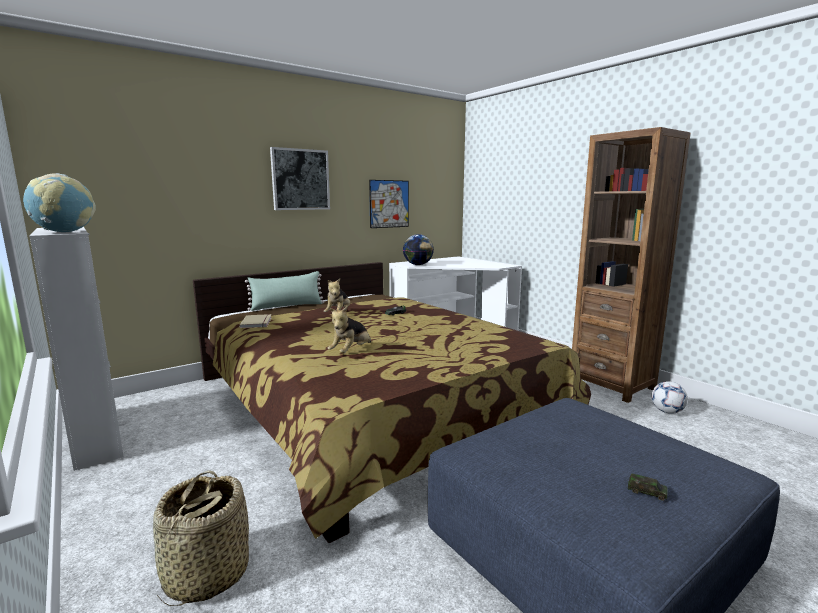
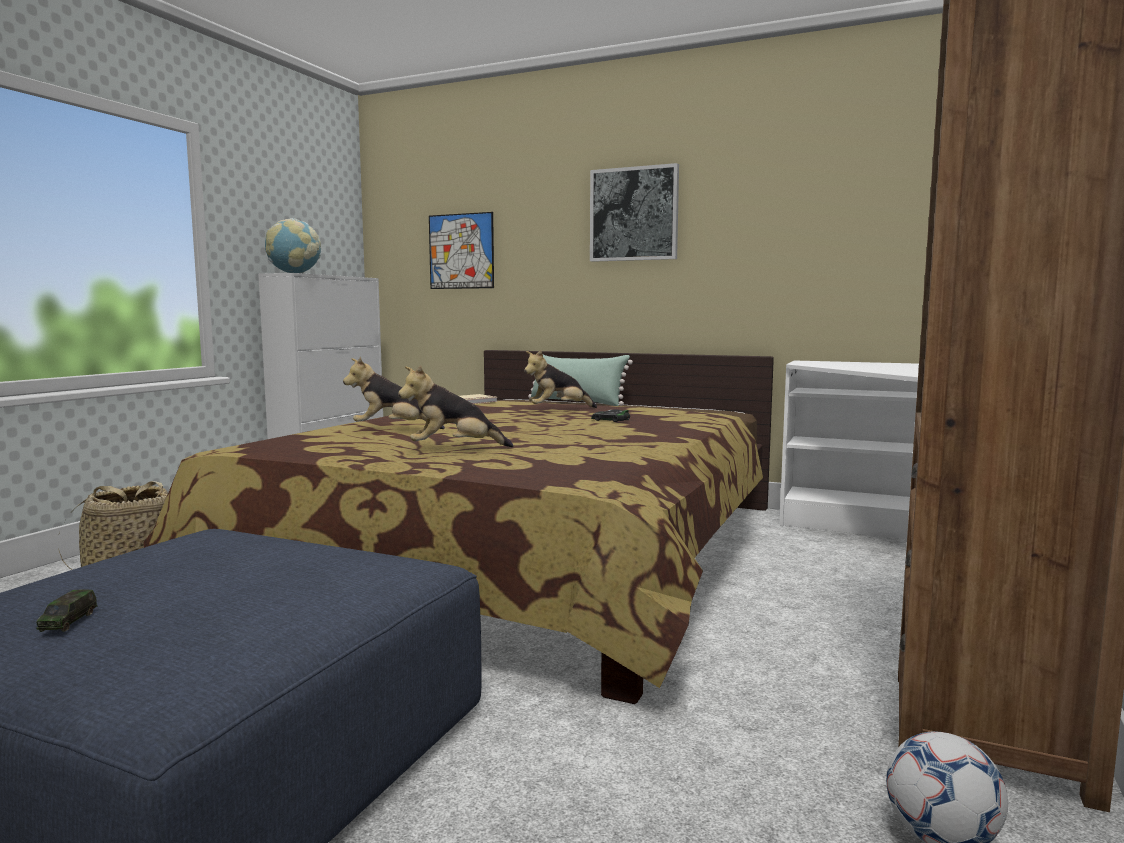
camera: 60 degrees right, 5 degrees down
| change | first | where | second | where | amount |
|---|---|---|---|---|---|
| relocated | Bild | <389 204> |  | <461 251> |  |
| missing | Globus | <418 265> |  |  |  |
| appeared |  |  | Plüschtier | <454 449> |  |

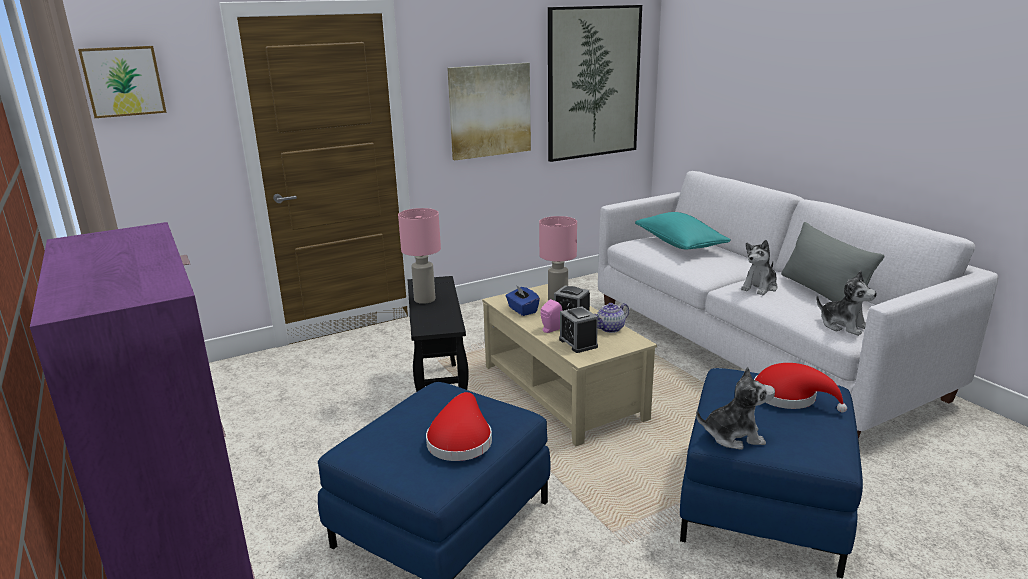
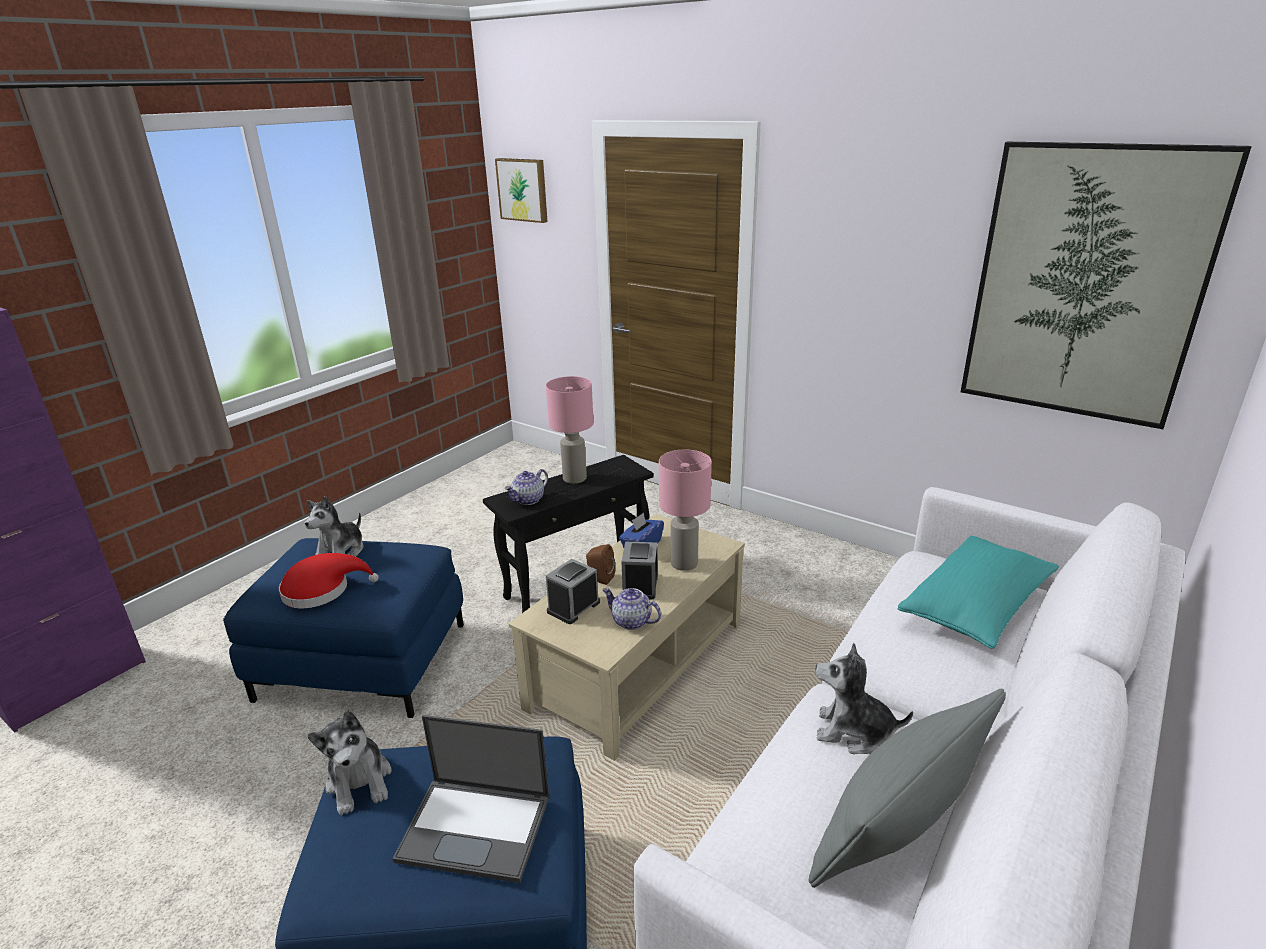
camera: 65 degrees right, 5 degrees up
| change | first | where | second | where | amount |
|---|---|---|---|---|---|
| missing | Bild | <489 110> |  |  |  |
| colour | Lautsprecher (rosa) | <550 329> | Lautsprecher (braun) | <599 578> |  |
| exchanged | Hut (rot) | <789 397> | Laptop | <477 827> |  |
| relocated | Plüschtier | <843 325> |  | <341 552> |  |
| appeared |  |  | Teekanne | <528 500> |  |

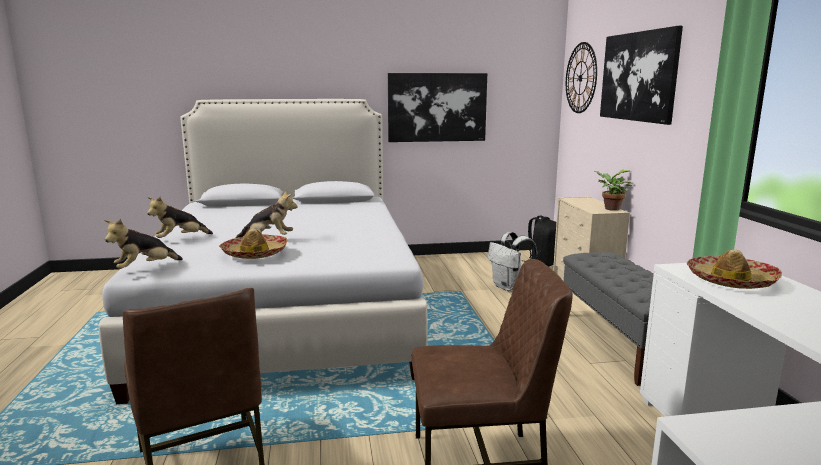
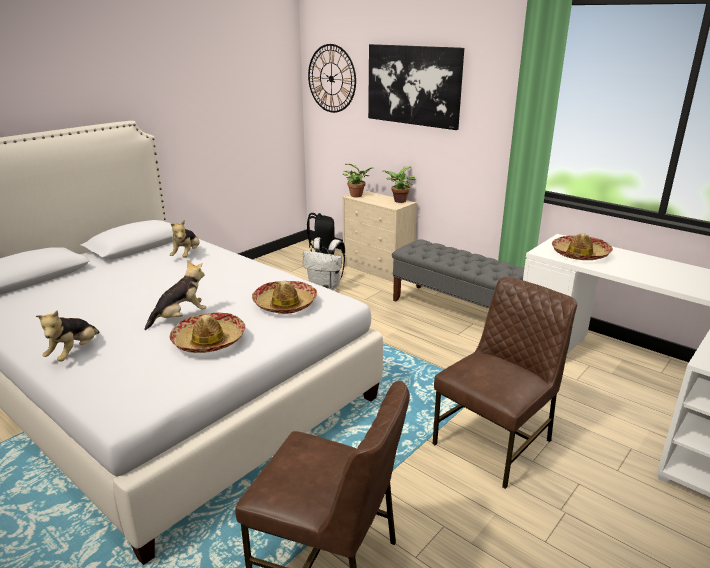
camera: 40 degrees left, 10 degrees up
| change | first | where | second | where | amount |
|---|---|---|---|---|---|
| relocated | Plüschtier | <145 268> |  | <187 255> |  |
| missing | Bild | <437 107> |  |  |  |
| appeared |  |  | Hut | <285 304> |  |
| appeared |  |  | Topfpflanze | <358 195> |  |

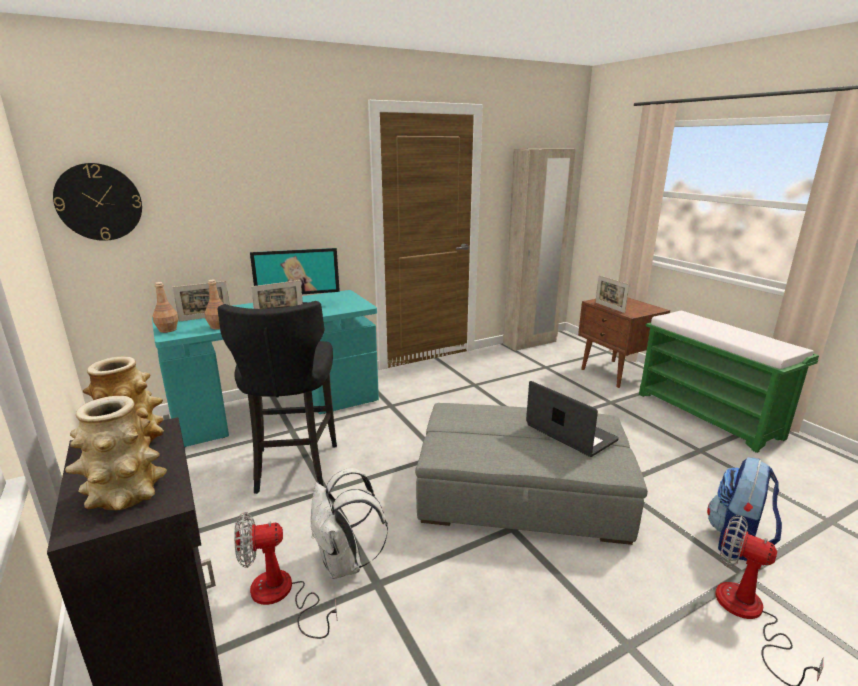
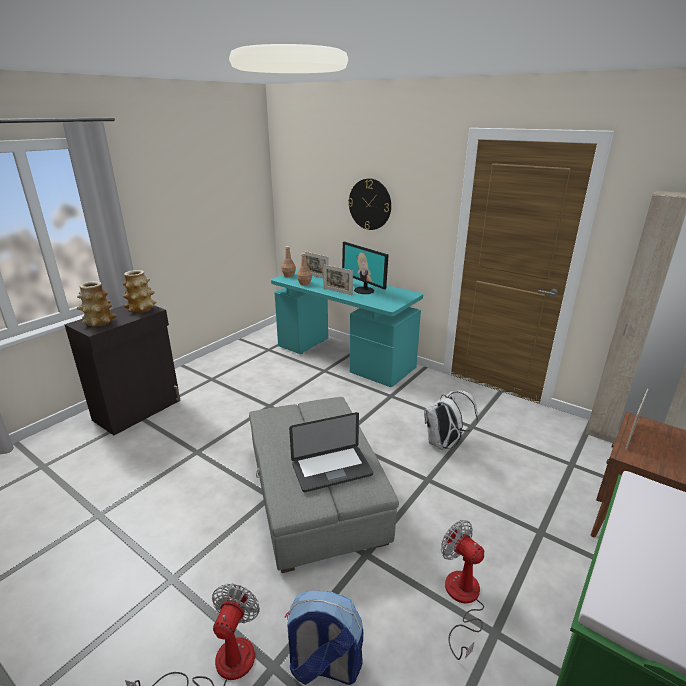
camera: 65 degrees right, 5 degrees up
| change | first | where | second | where | amount |
|---|---|---|---|---|---|
| relocated | Wanduhr | <99 202> |  | <370 204> |  |
| missing | Hocker (schwarz) | <294 466> |  |  |  |
| relocated | Ventilator | <281 596> |  | <462 599> |  |
| relocated | Rucksack (weiß) | <345 563> |  | <444 444> |  |
| spun | Laptop | <570 433> |  | <331 469> | 45 degrees clockwise |

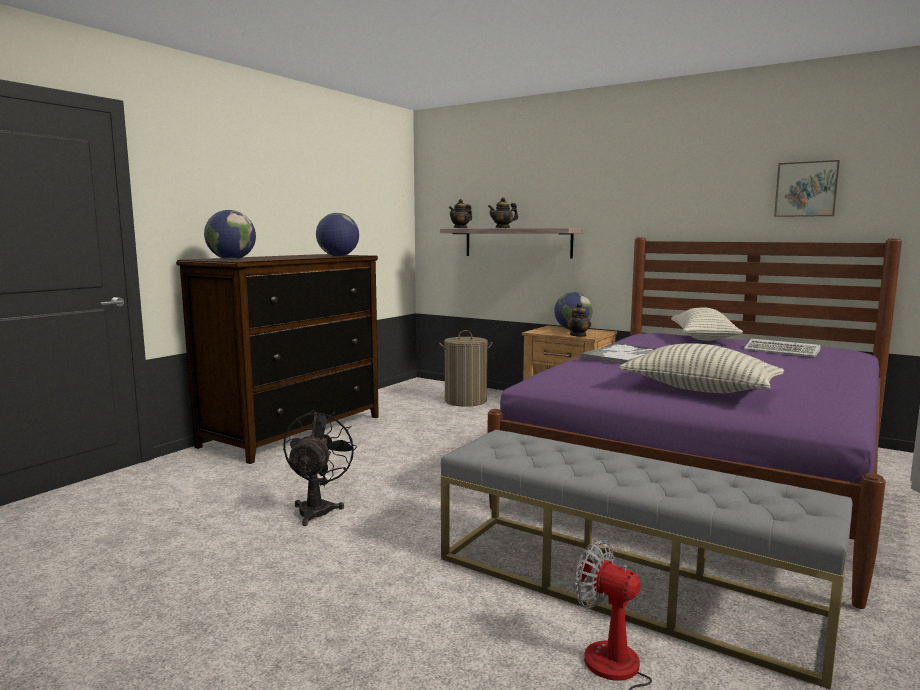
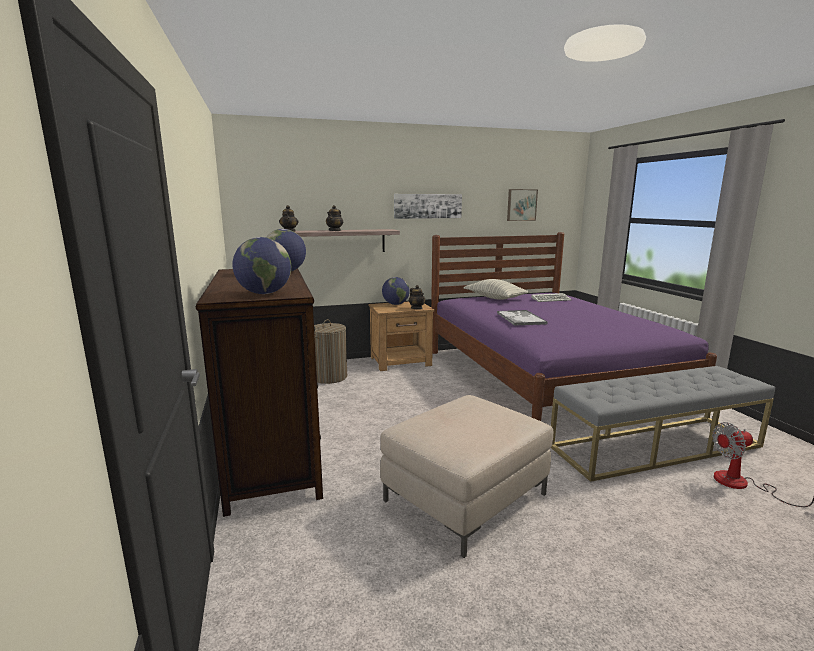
camera: 50 degrees left, 5 degrees up
| change | first | where | second | where | amount |
|---|---|---|---|---|---|
| exchanged | Ventilator (schwarz) | <318 508> | Polsterhocker (beige) | <465 497> |  |
| missing | Kissen | <699 389> |  |  |  |
| appeared |  |  | Bild | <427 206> |  |

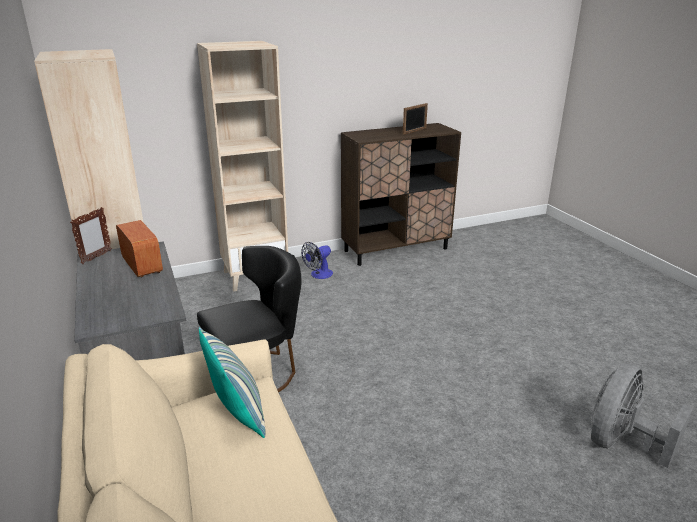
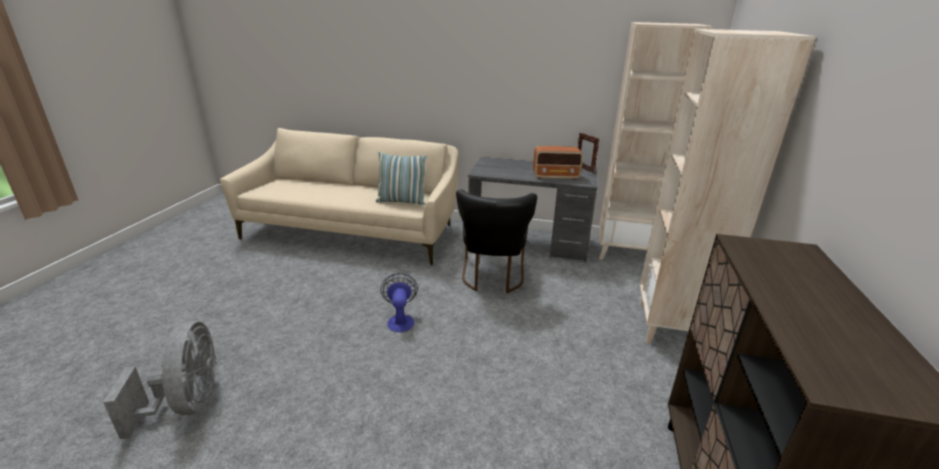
camera: 125 degrees right, 0 degrees up
| change | first | where | second | where | amount |
|---|---|---|---|---|---|
| relocated | Ventilator | <318 275> |  | <400 320> |  |
| missing | Bilderrahmen | <414 131> |  |  |  |

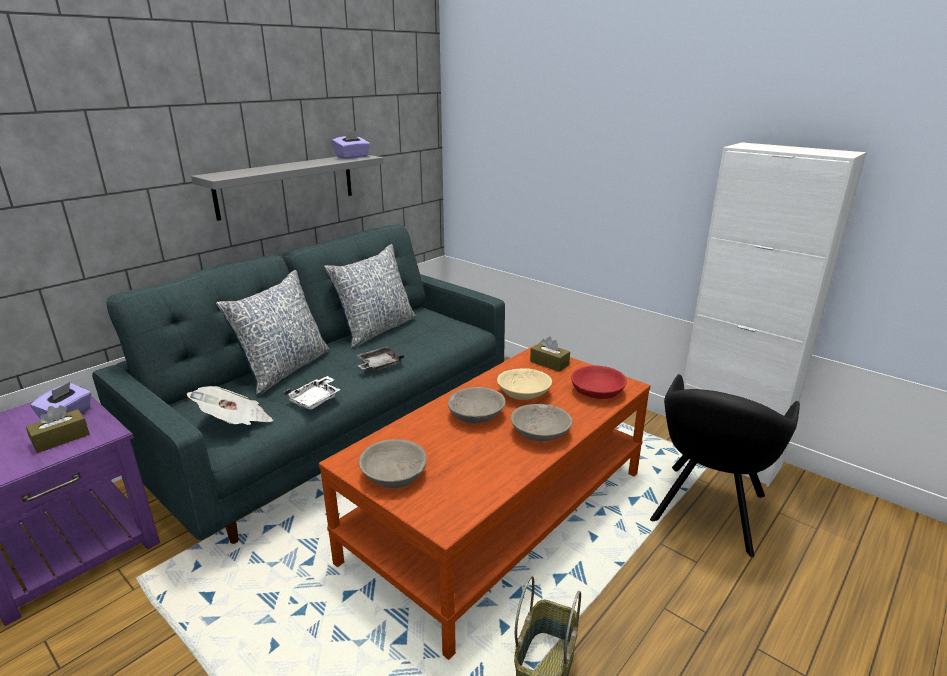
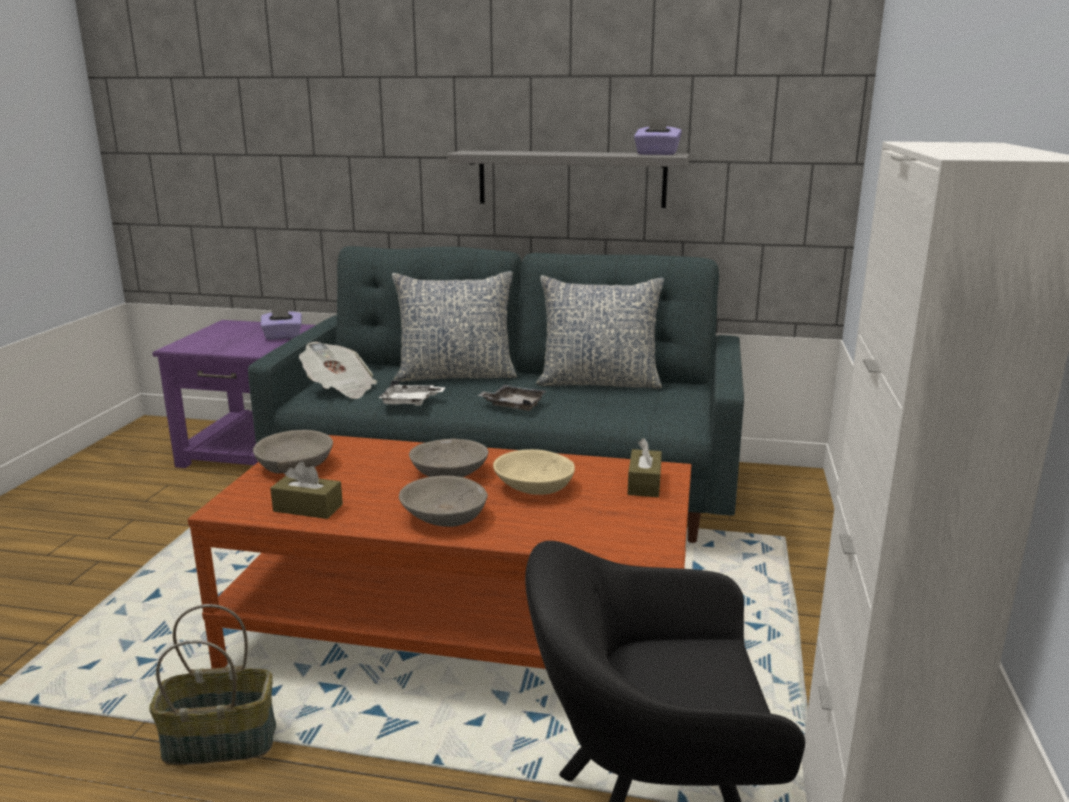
camera: 60 degrees right, 5 degrees down
| change | first | where | second | where | amount |
|---|---|---|---|---|---|
| relocated | Taschentuchbox (braun) | <61 438> |  | <308 508> |  |
| missing | Schüssel (rot) | <597 392> |  |  |  |

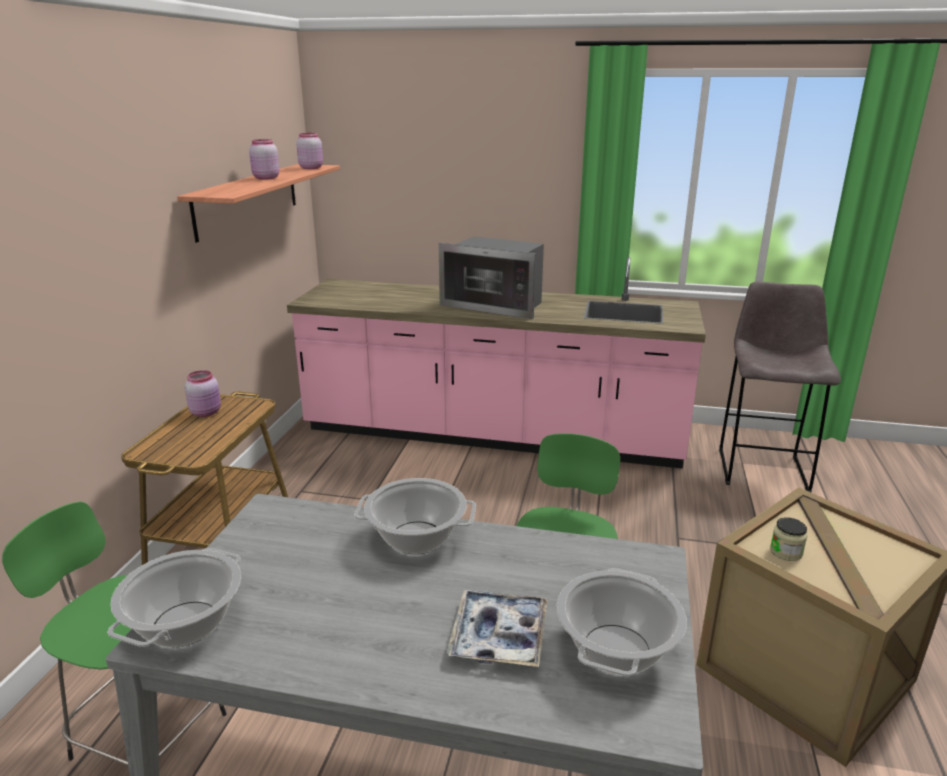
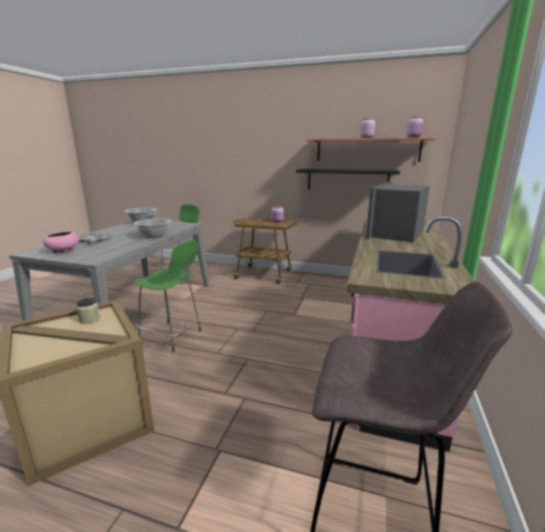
camera: 95 degrees right, 5 degrees down
| change | first | where | second | where | amount |
|---|---|---|---|---|---|
| exchanged | Kochtopf | <617 650> | Schüssel (rosa) | <63 251> |  |
| appeared |  |  | Wandregal (schwarz) | <347 180> |  |

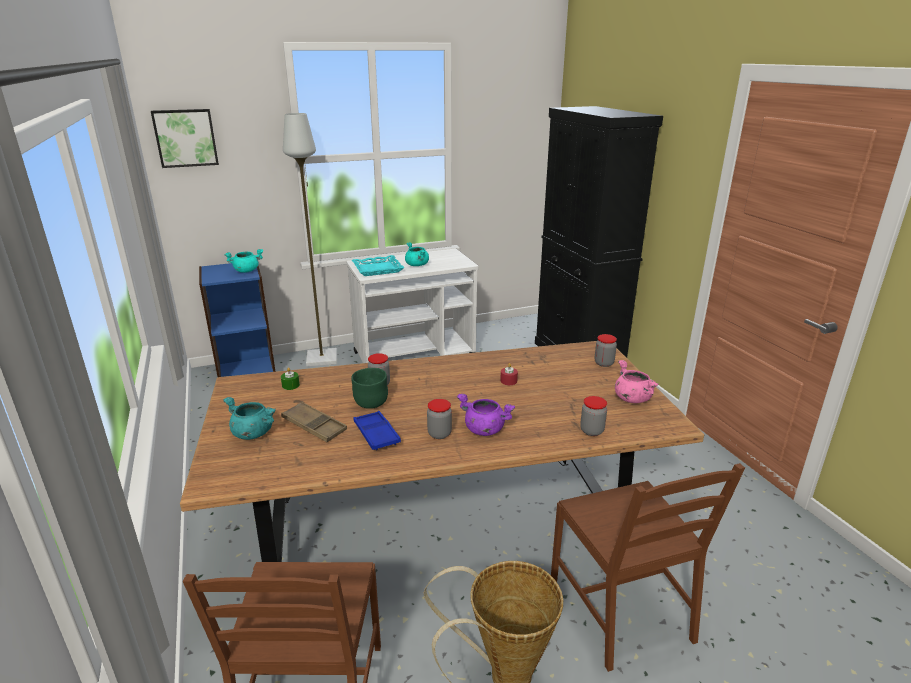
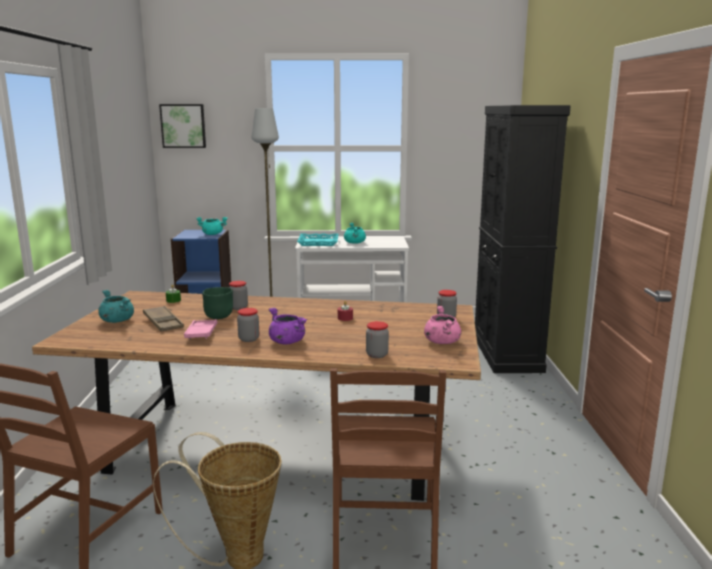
camera: 20 degrees right, 10 degrees down
| change | first | where | second | where | amount |
|---|---|---|---|---|---|
| colour | Tablett (blau) | <376 434> | Tablett (rosa) | <201 333> |  |

